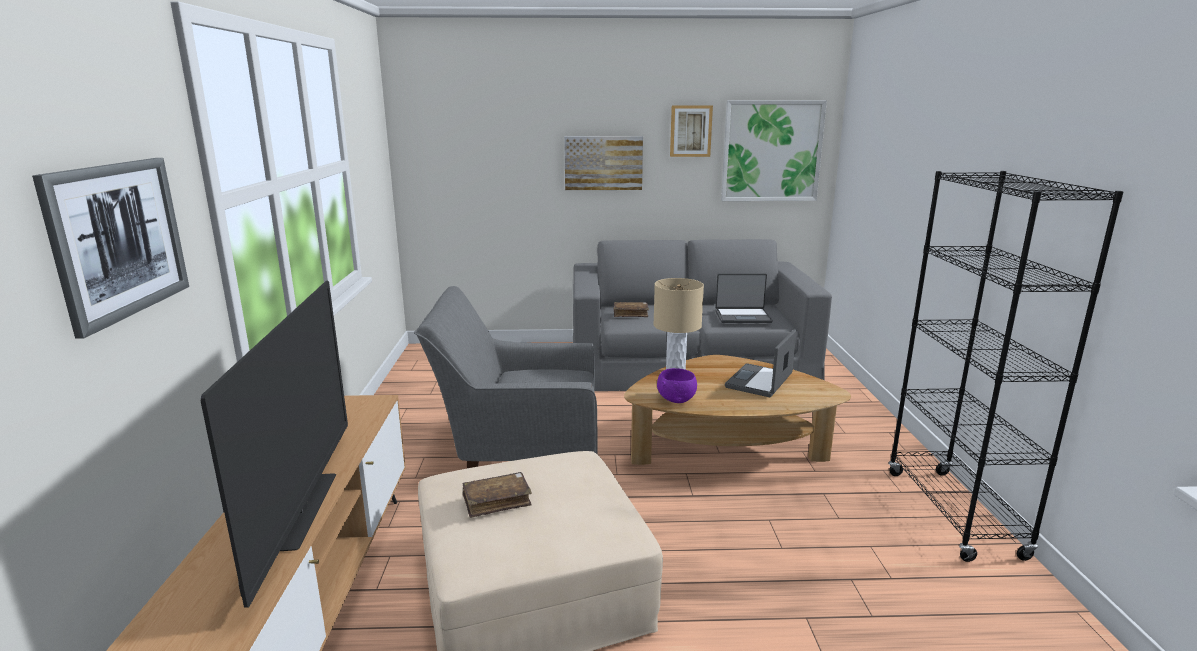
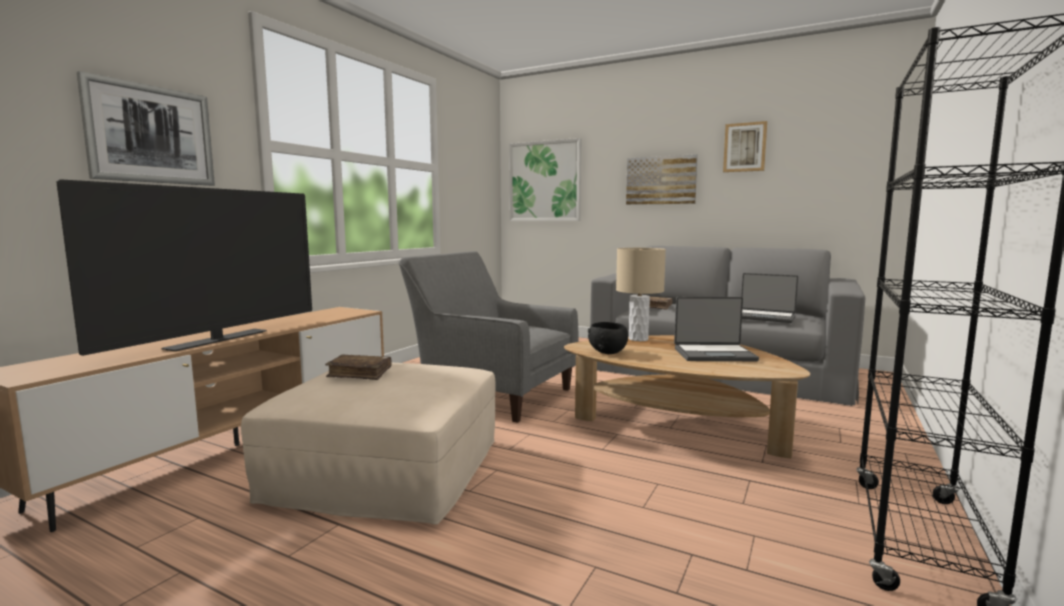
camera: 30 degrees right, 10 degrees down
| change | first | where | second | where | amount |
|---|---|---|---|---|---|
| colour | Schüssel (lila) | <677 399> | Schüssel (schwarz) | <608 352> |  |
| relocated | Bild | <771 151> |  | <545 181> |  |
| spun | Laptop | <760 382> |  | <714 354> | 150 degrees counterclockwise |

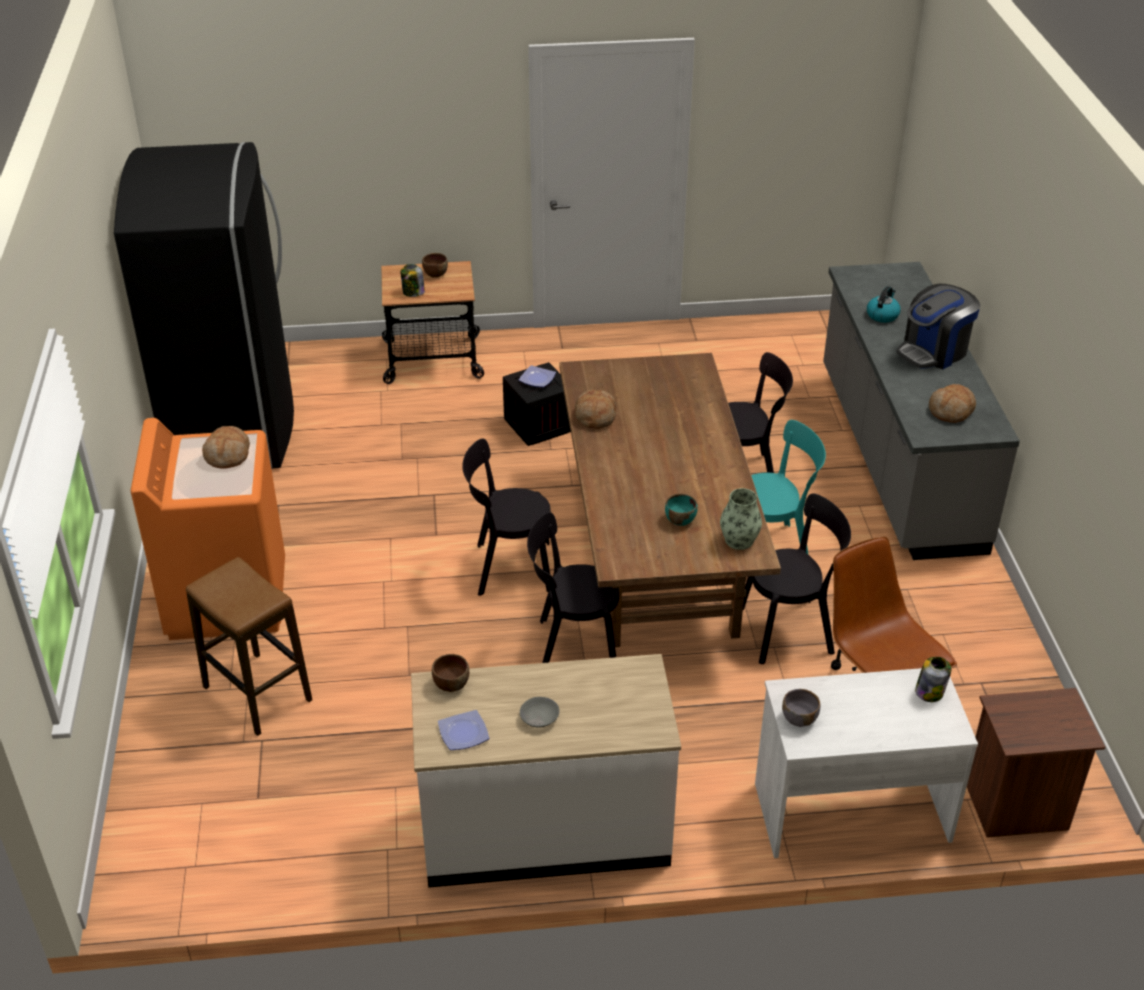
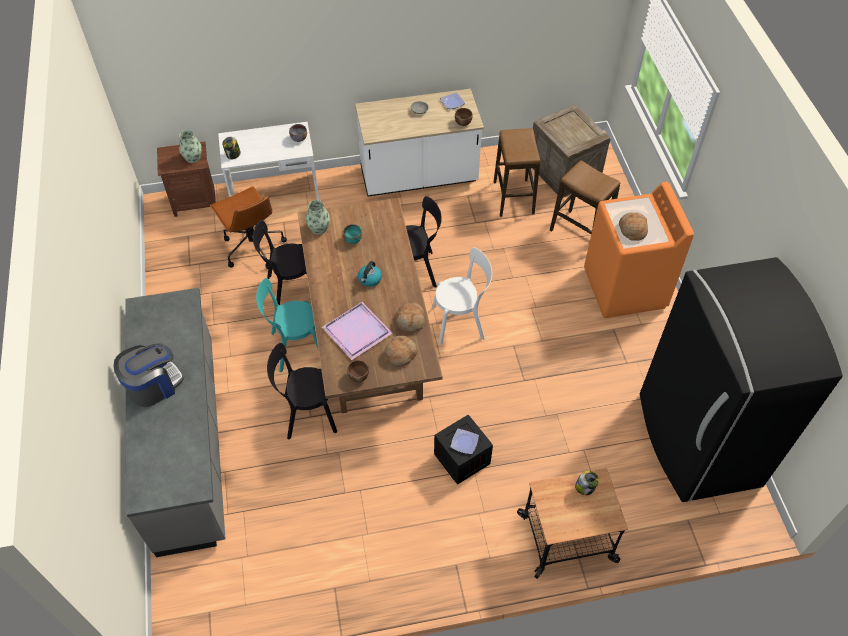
camera: 175 degrees right, 15 degrees up
| change | first | where | second | where | amount |
|---|---|---|---|---|---|
| relocated | Schüssel (braun) | <435 274> |  | <358 376> |  |
| colour | Stuhl (schwarz) | <509 568> | Stuhl (weiß) | <461 322> |  |
| relocated | Wasserkessel | <882 315> |  | <370 279> |  |
| relocated | Brot | <951 411> |  | <400 353> |  |
| appeared |  |  | Vase | <193 157> |  |
| appeared |  |  | Tablett (lila) | <355 331> |  |
| appeared |  |  | Hocker | <513 198> |  |
| appeared |  |  | Kiste | <563 171> |  |

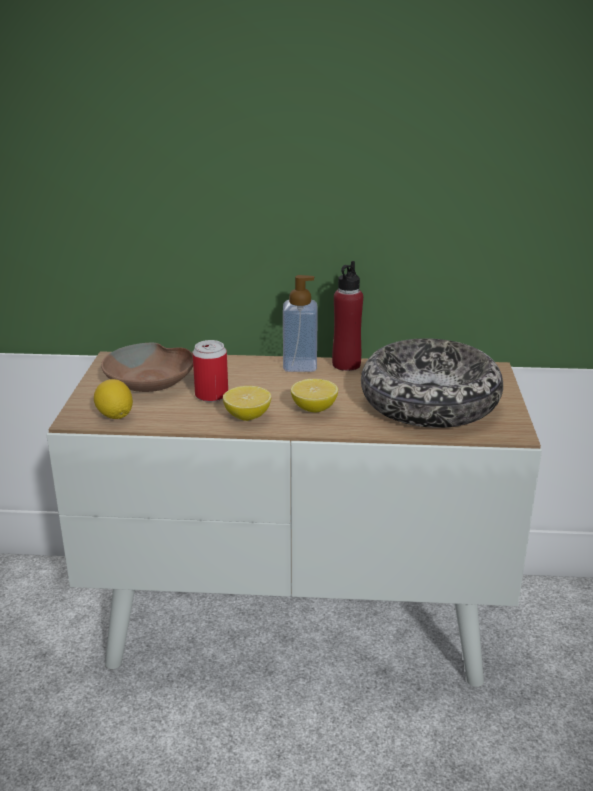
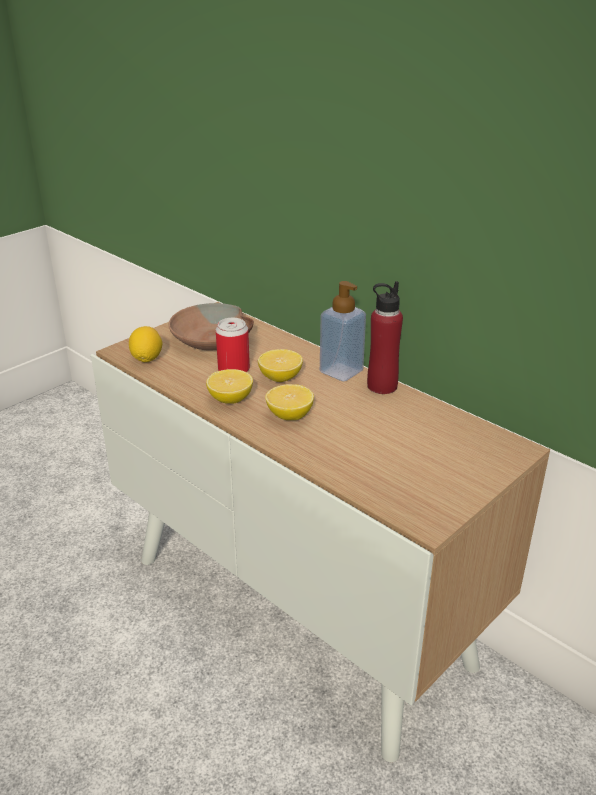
camera: 40 degrees right, 5 degrees up
| change | first | where | second | where | amount |
|---|---|---|---|---|---|
| missing | Schüssel | <429 402> |  |  |  |
| appeared |  |  | Zitrone | <280 378> |  |

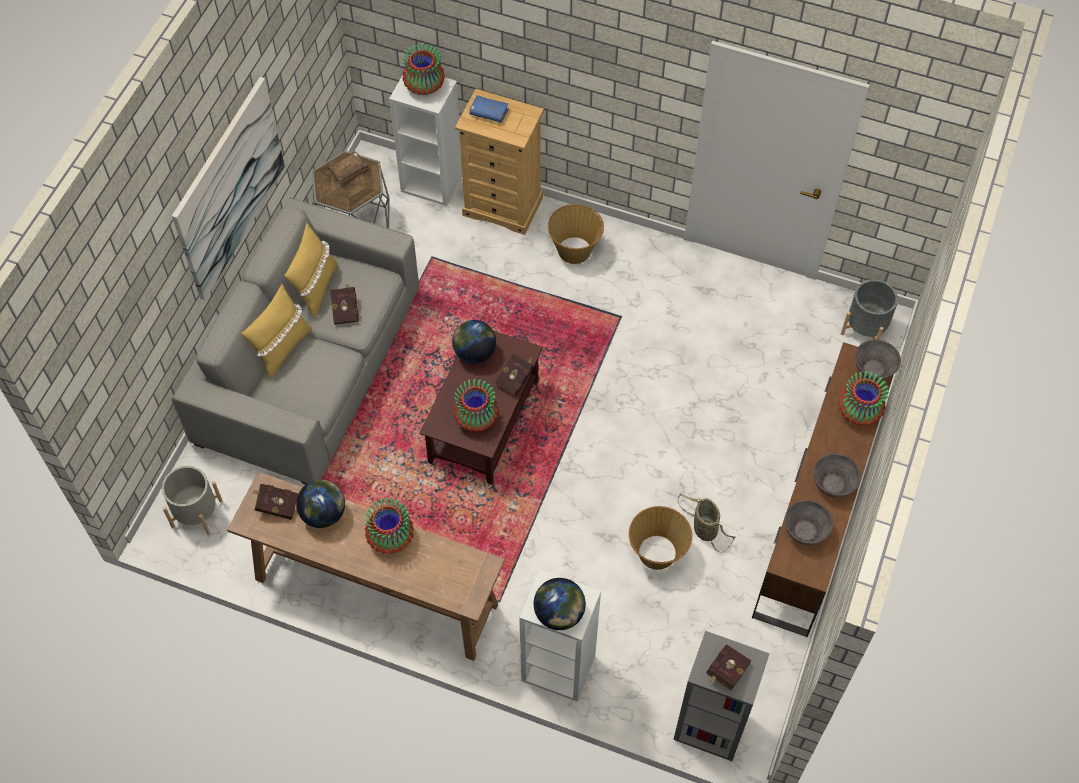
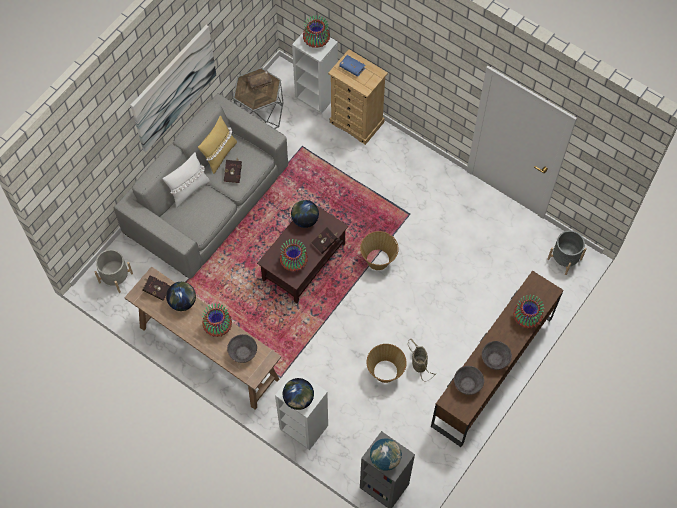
camera: 15 degrees right, 5 degrees up
| change | first | where | second | where | amount |
|---|---|---|---|---|---|
| colour | Kissen (gelb) | <282 349> | Kissen (weiß) | <188 190> |  |
| relocated | Korb | <575 250> |  | <378 259> |  |
| exchanged | Buch (rot) | <725 672> | Globus | <385 459> |  |
| relocated | Schüssel (grau) | <874 369> |  | <243 353> |  |

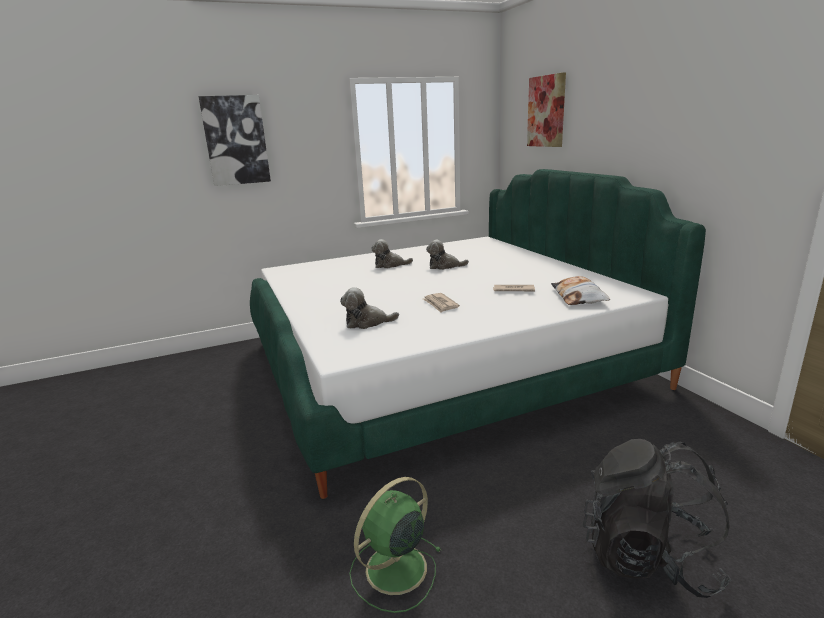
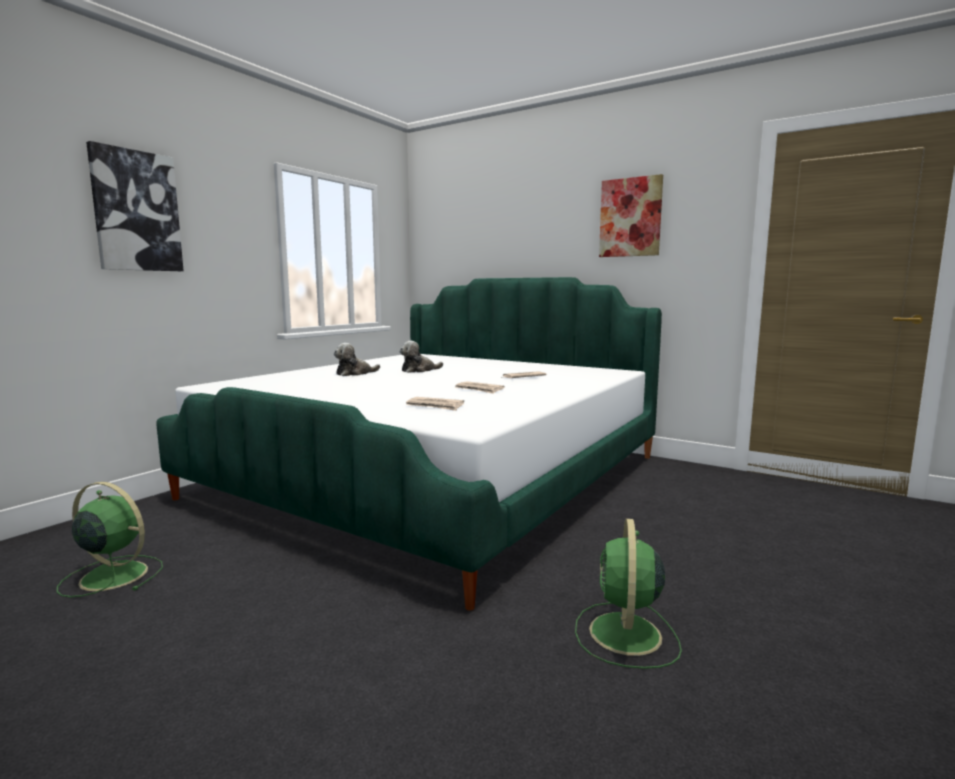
camera: 35 degrees left, 10 degrees down
| change | first | where | second | where | amount |
|---|---|---|---|---|---|
| exchanged | Plüschtier | <367 323> | Zeitung | <435 406> |  |
| relocated | Bild | <546 111> |  | <630 217> |  |
| missing | Kissen | <578 297> |  |  |  |
| missing | Rucksack (schwarz) | <648 557> |  |  |  |
| appeared |  |  | Ventilator (grün) | <112 575> |  |

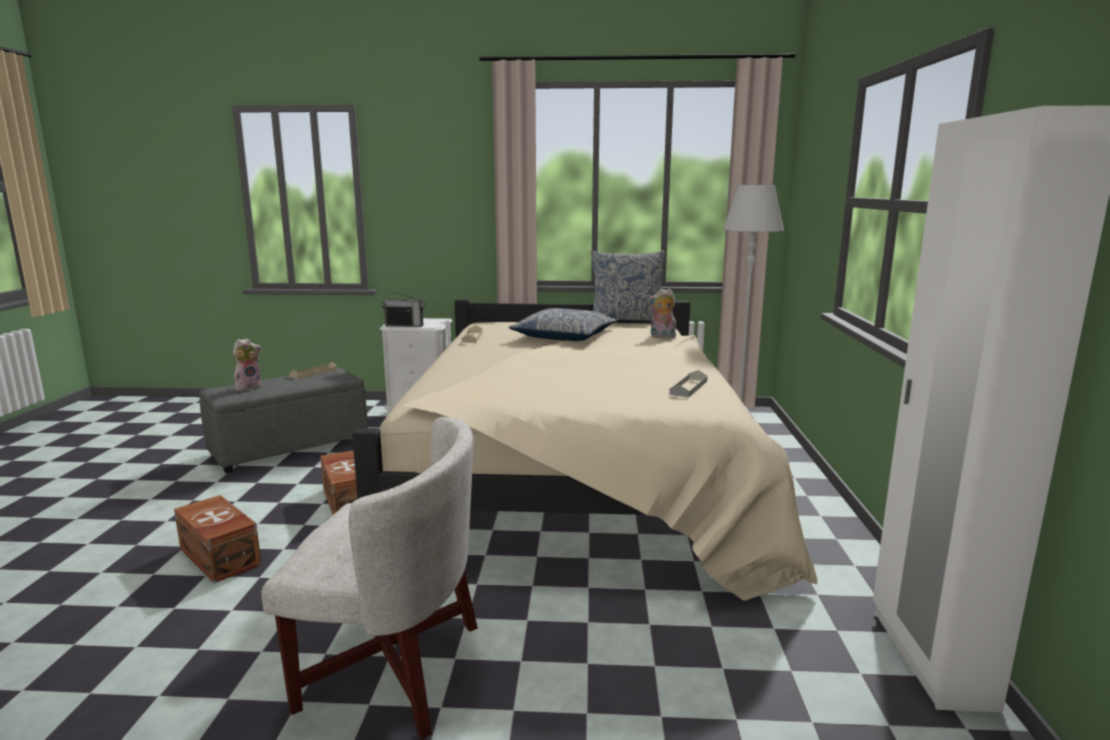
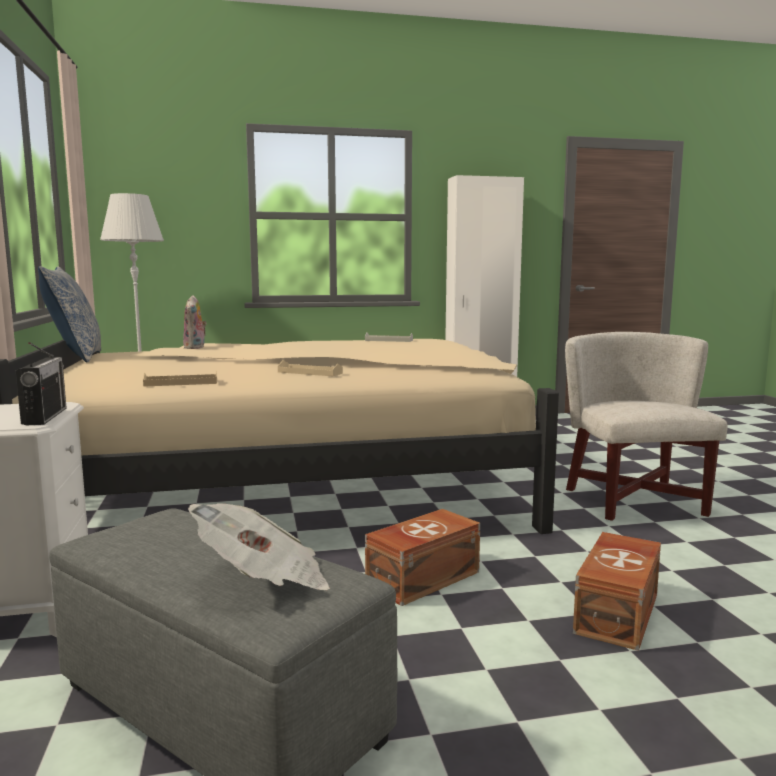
camera: 105 degrees left, 5 degrees down
| change | first | where | second | where | amount |
|---|---|---|---|---|---|
| exchanged | Plüschtier | <248 387> | Zeitung | <264 580> |  |
| relocated | Tablett (beige) | <313 373> |  | <310 372> |  |
| missing | Kissen | <564 337> |  |  |  |

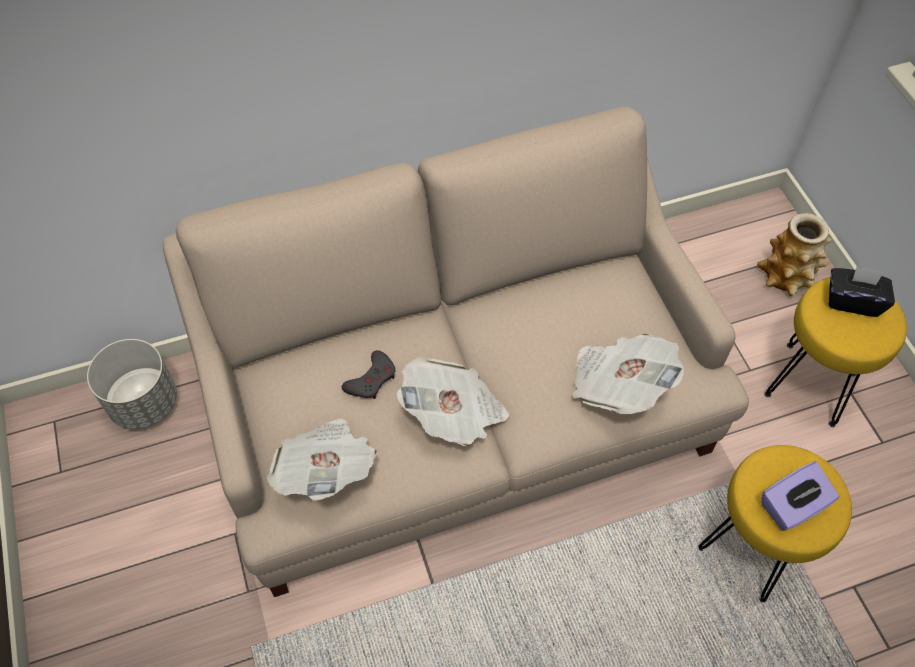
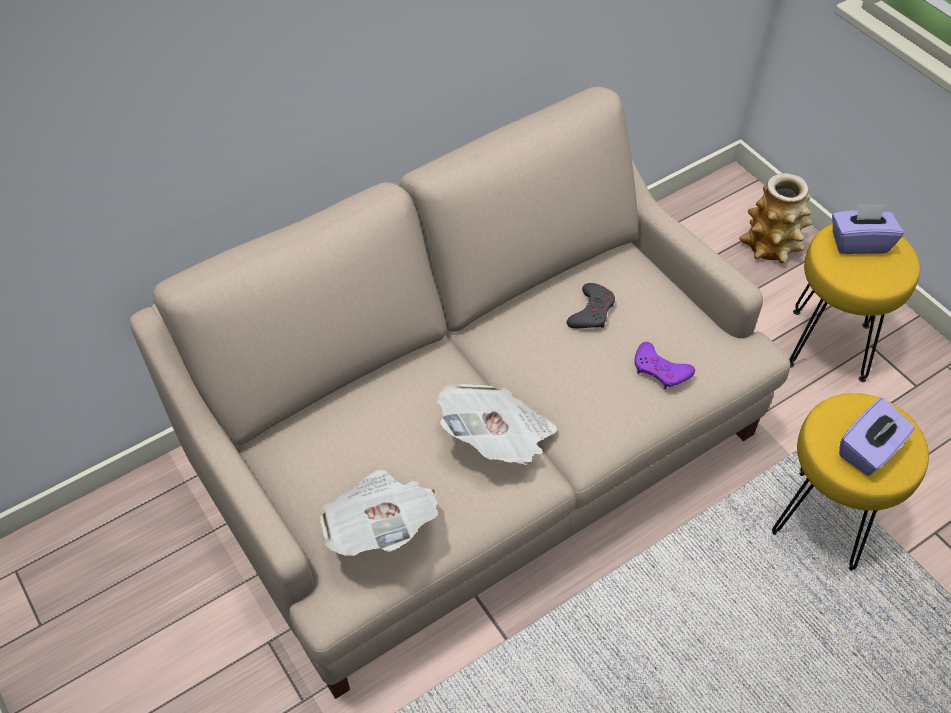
camera: 15 degrees left, 5 degrees down
| change | first | where | second | where | amount |
|---|---|---|---|---|---|
| missing | Pflanzkübel (grau) | <144 402> |  |  |  |
| relocated | Gamepad (grau) | <371 379> |  | <591 311> |  |
| exchanged | Zeitung | <619 384> | Gamepad (lila) | <660 370> |  |
| colour | Taschentuchbox (schwarz) | <852 301> | Taschentuchbox (lila) | <859 242> |  |

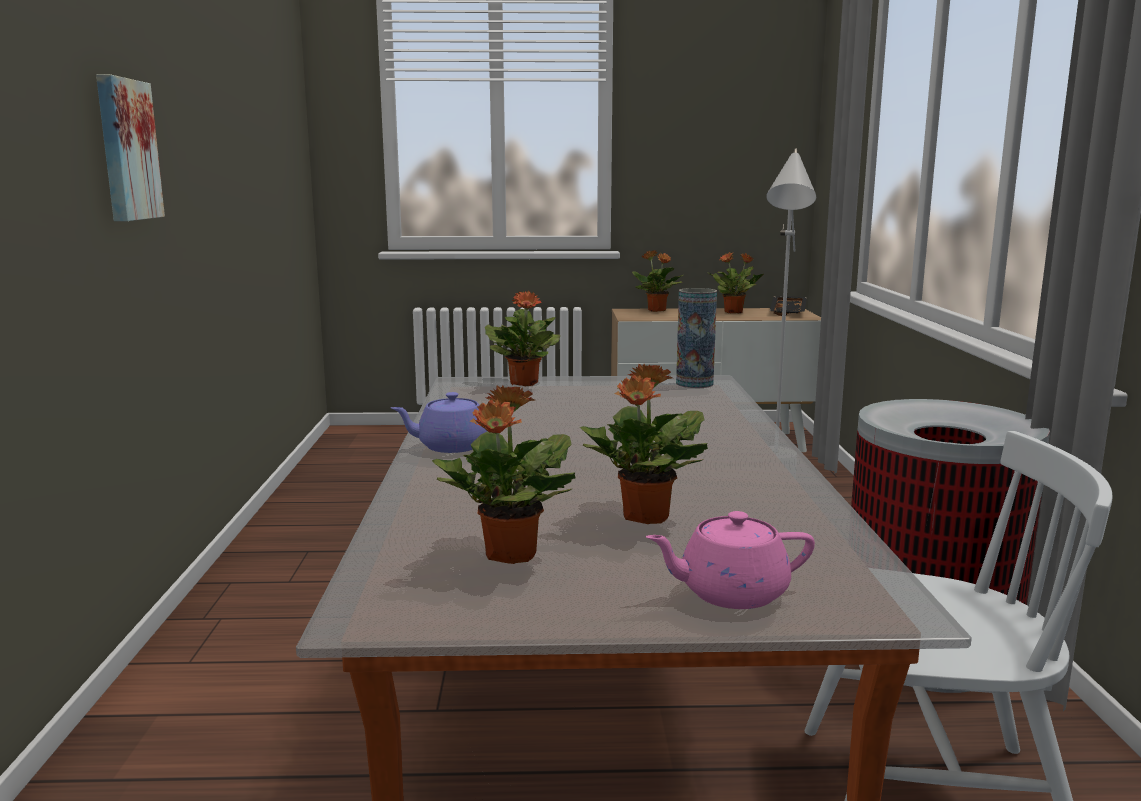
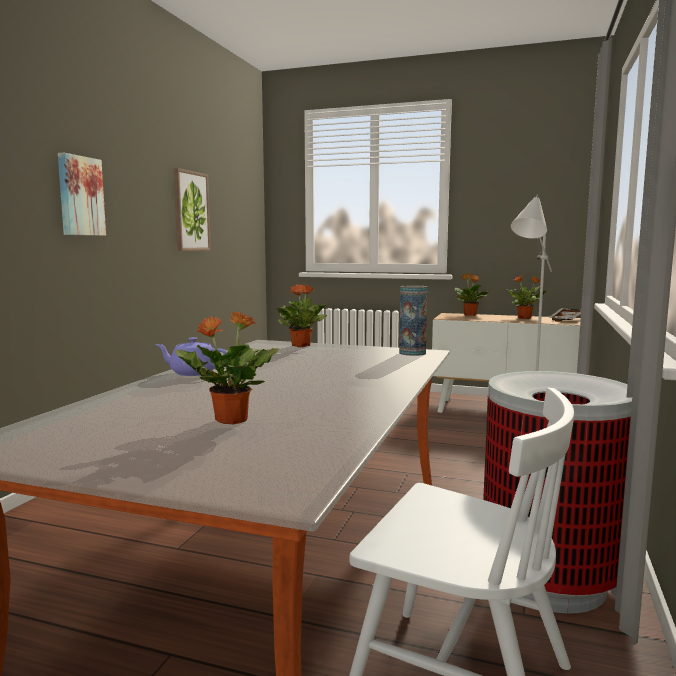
camera: 20 degrees right, 5 degrees down
| change | first | where | second | where | amount |
|---|---|---|---|---|---|
| missing | Topfpflanze | <509 555> |  |  |  |
| missing | Teekanne (rosa) | <730 593> |  |  |  |
| appeared |  |  | Bild | <191 211> |  |

